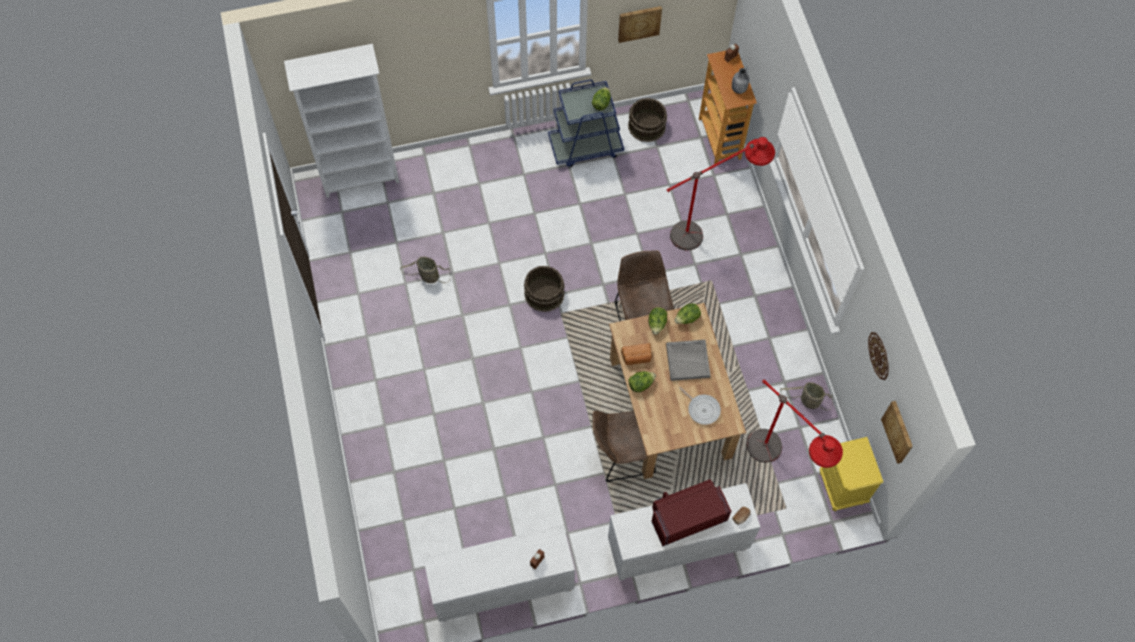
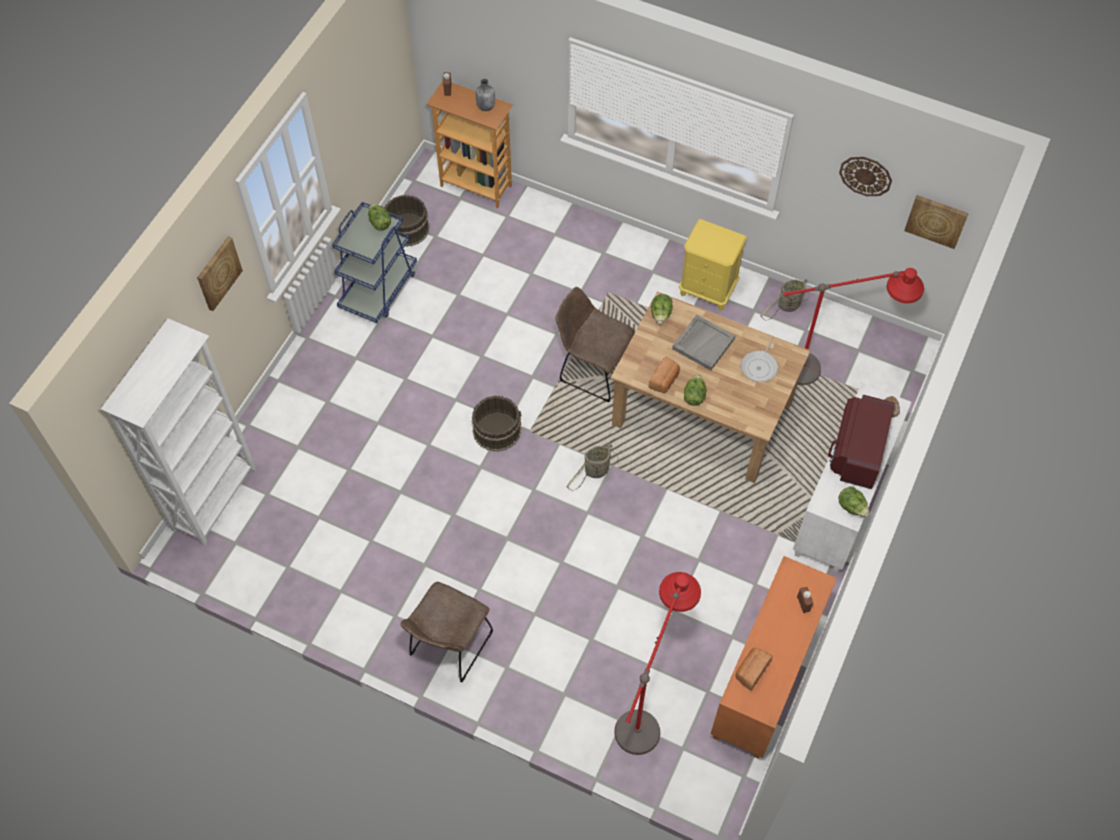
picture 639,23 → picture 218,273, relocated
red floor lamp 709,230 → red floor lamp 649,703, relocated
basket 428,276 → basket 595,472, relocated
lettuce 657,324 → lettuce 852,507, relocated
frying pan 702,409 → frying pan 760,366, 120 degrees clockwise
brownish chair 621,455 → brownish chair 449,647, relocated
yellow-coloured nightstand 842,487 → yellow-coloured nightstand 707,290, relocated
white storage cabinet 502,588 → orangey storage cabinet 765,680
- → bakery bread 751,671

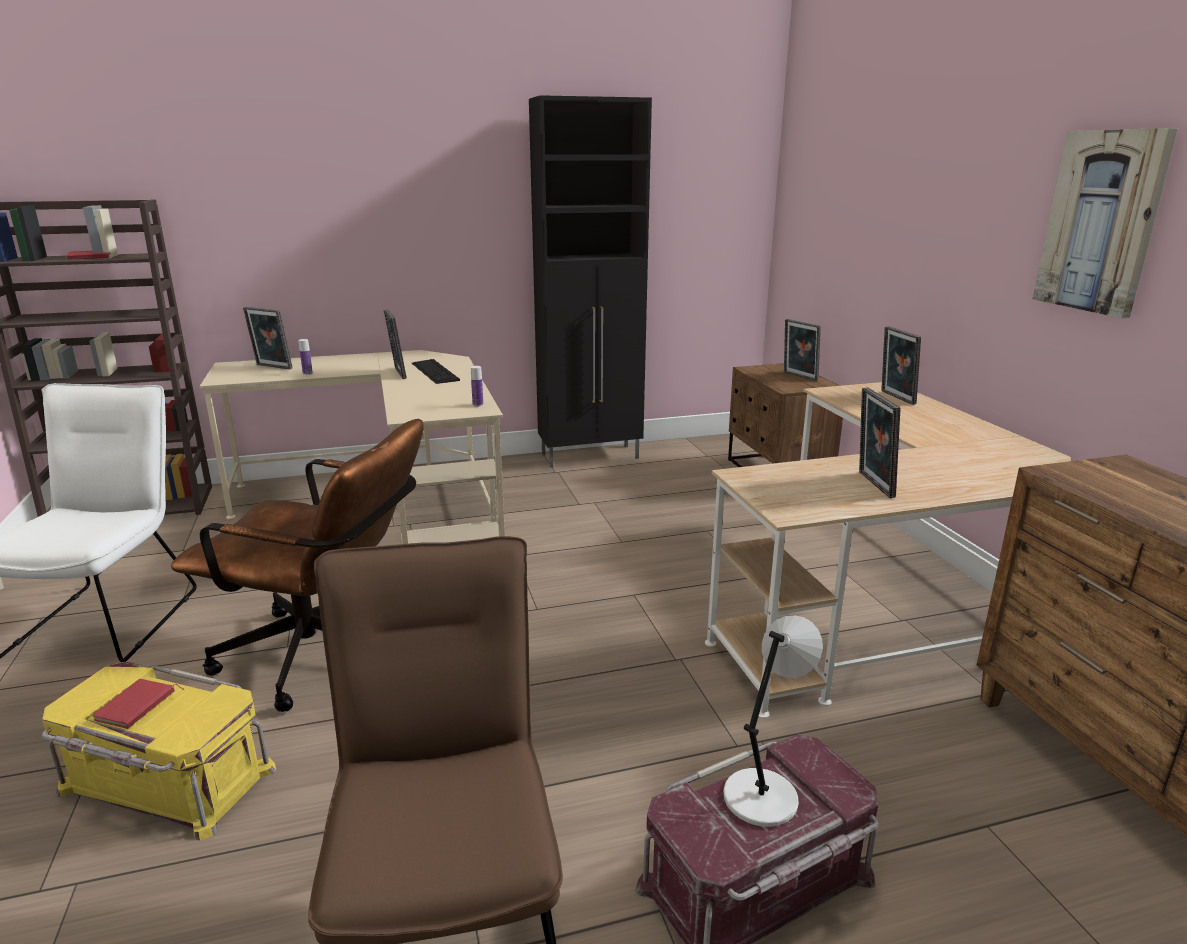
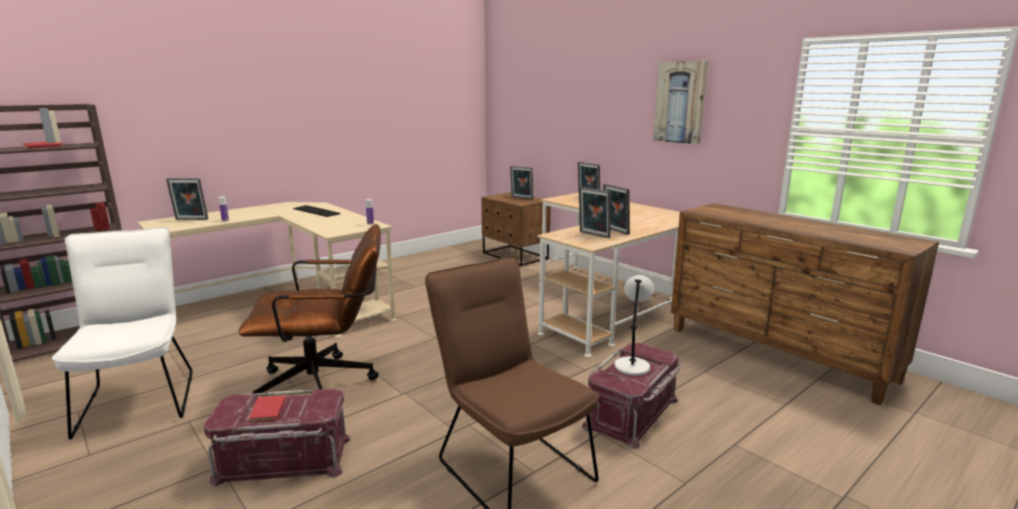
black storage cabinet 591,456 → -
photo frame 397,373 → photo frame 593,235, relocated
yellow-coloured storage bin 165,780 → red storage bin 283,461

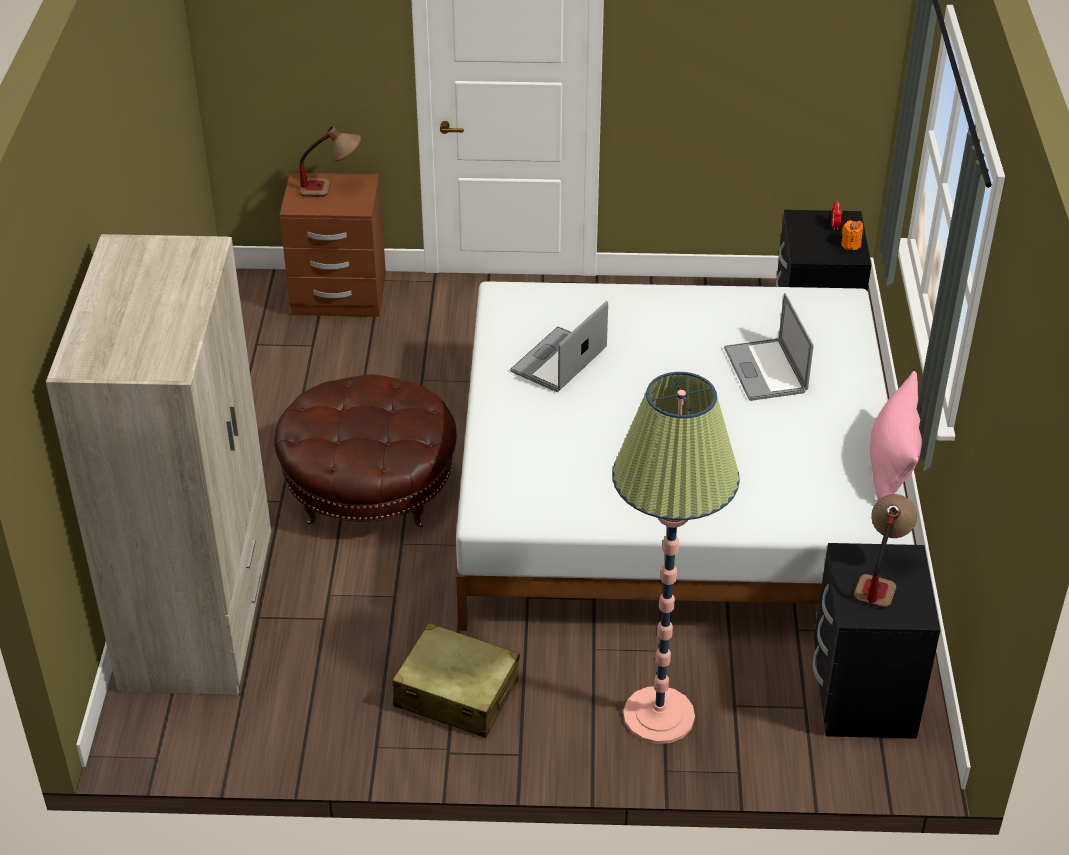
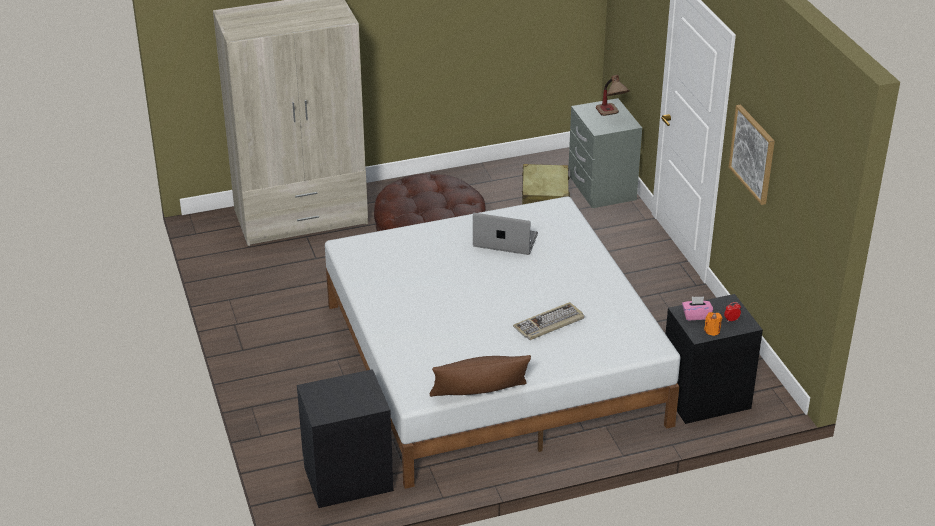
brownish nightstand 339,296 → greyish nightstand 601,189
portable computer 765,370 → PC keyboard 549,324
pink pillow 891,465 → brownish pillow 479,394
floor lamp 658,715 → -
table lamp 879,577 → -
beige suitcase 456,693 → beige suitcase 545,198, relocated
- → picture 753,154
- → pink tissue holder 696,315

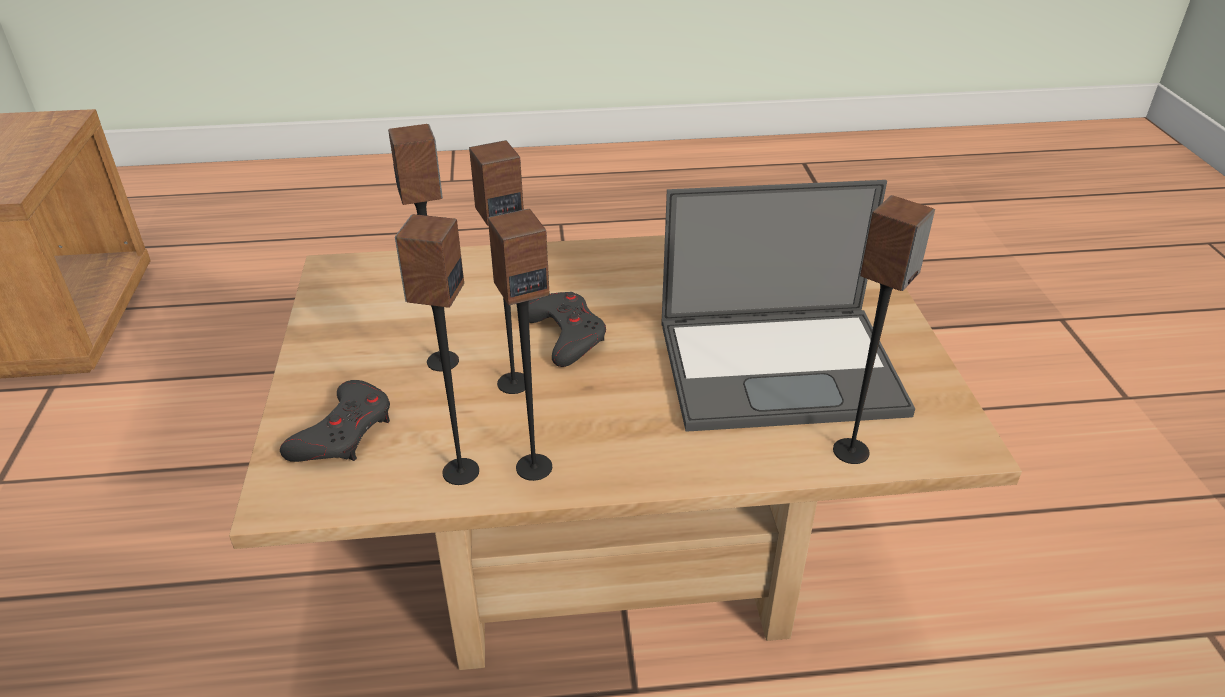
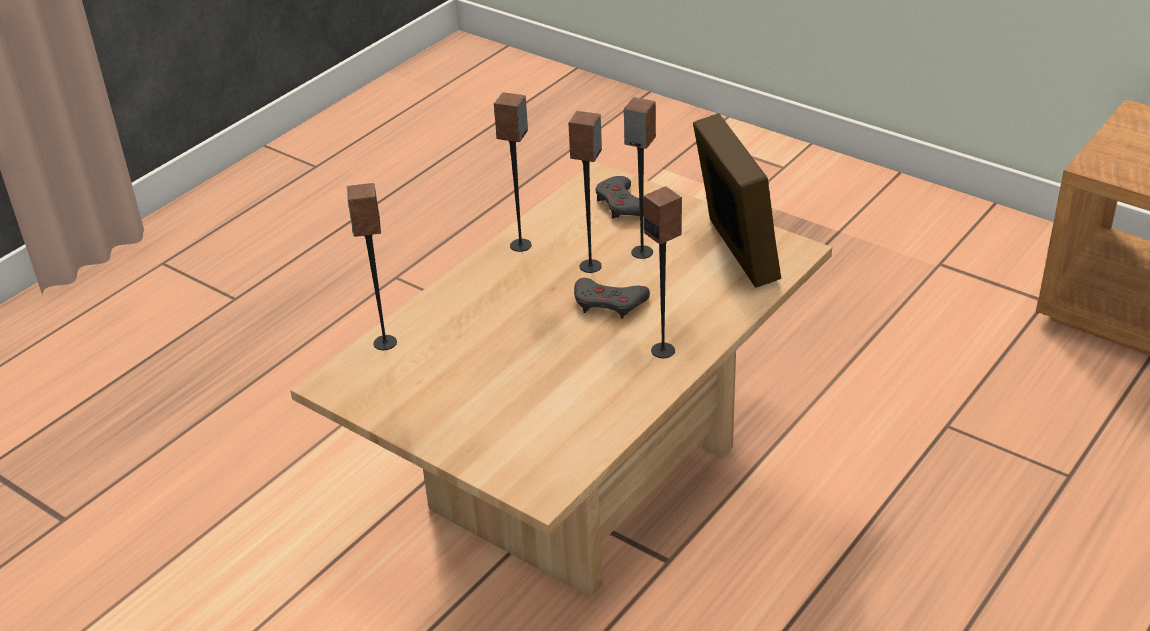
portable computer 782,366 → -
speaker 460,471 → speaker 663,350, relocated
- → photo frame 735,252

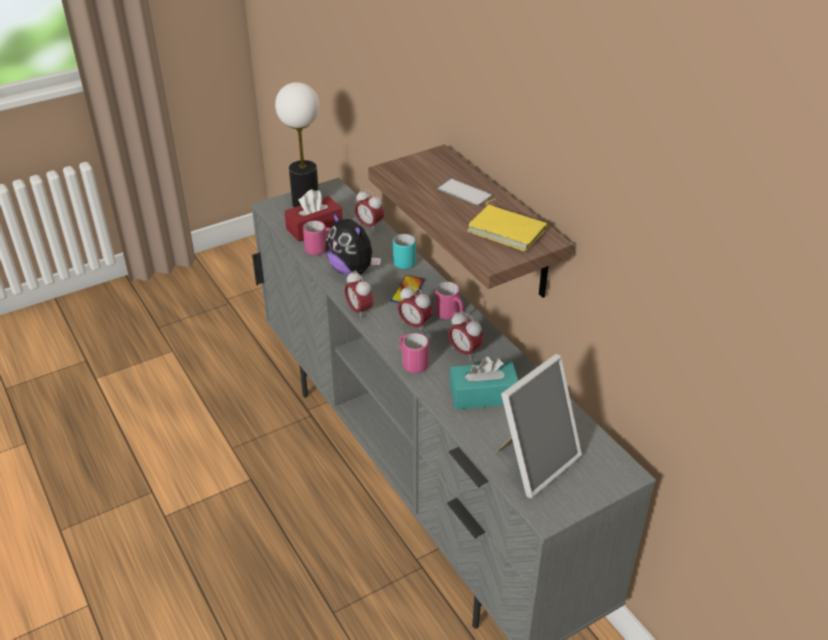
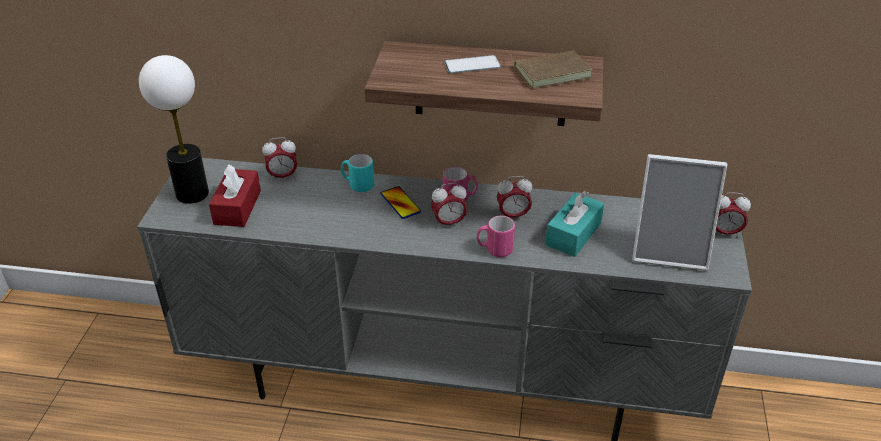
yellow-coloured volume 508,230 → brownish volume 551,71
plush toy 352,270 → -
pink mug 320,249 → -
alarm clock 359,311 → alarm clock 724,232, relocated
photo frame 534,461 → photo frame 670,249, 105 degrees clockwise

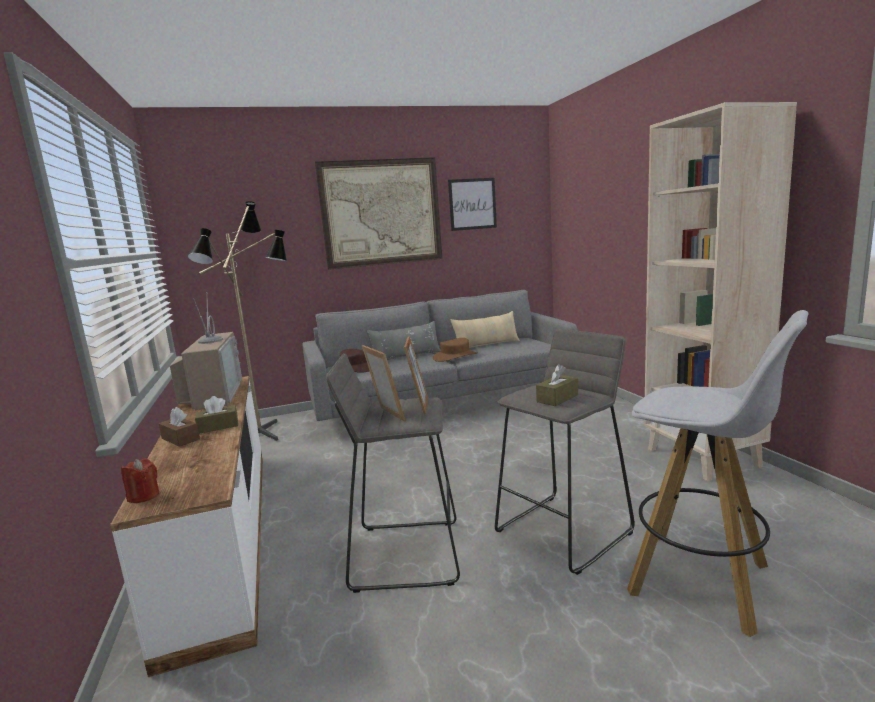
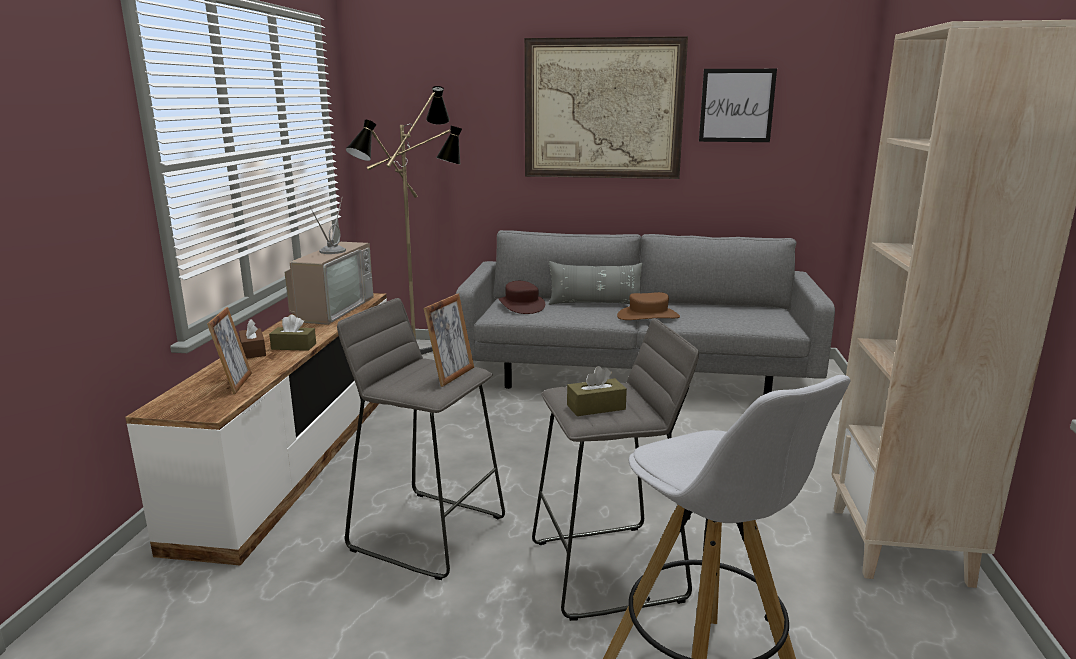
beige pillow 487,345 → -
photo frame 386,415 → photo frame 235,383, relocated
red wax light 144,496 → -

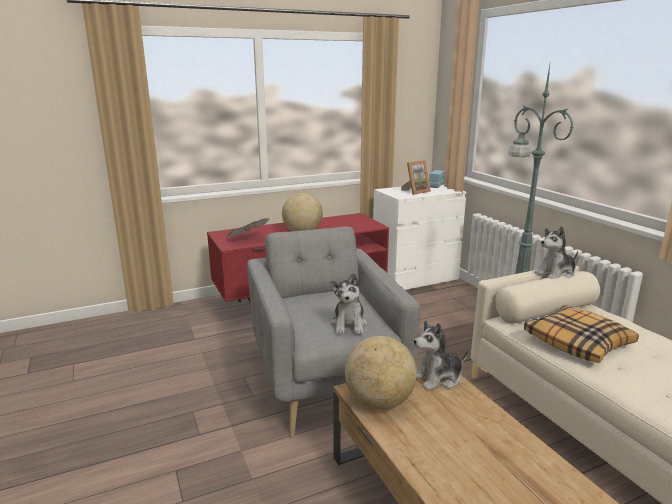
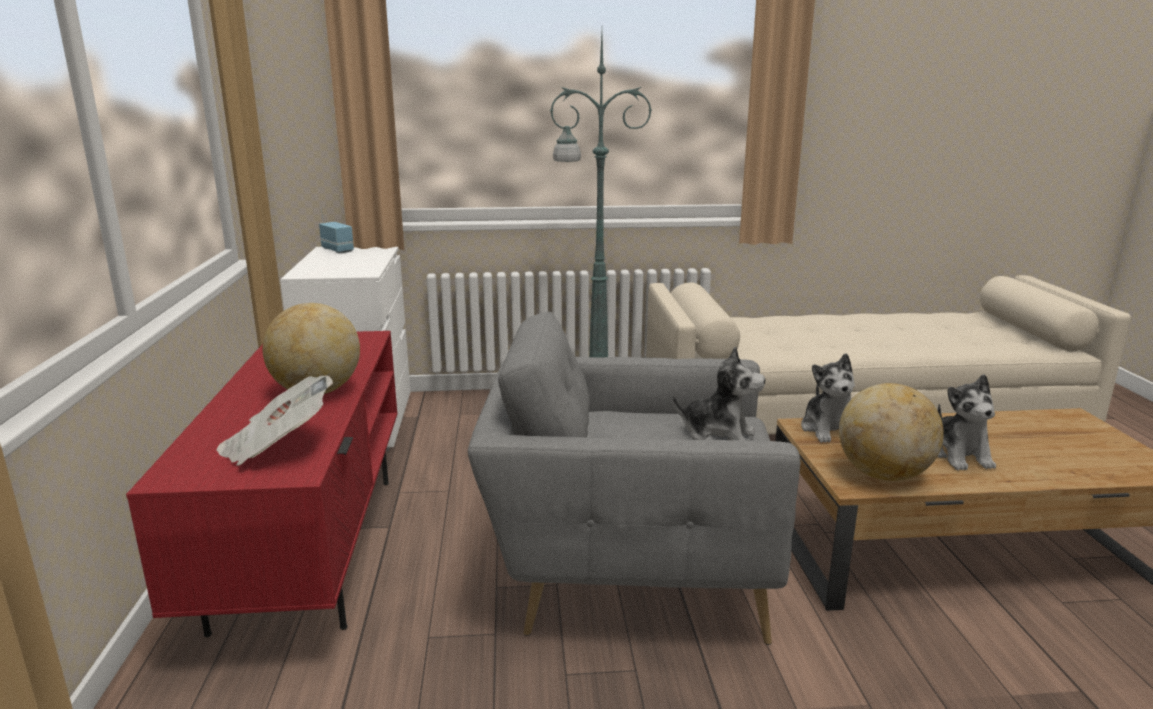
photo frame 415,192 → -
plush toy 556,274 → plush toy 958,455, relocated
pillow 578,343 → -

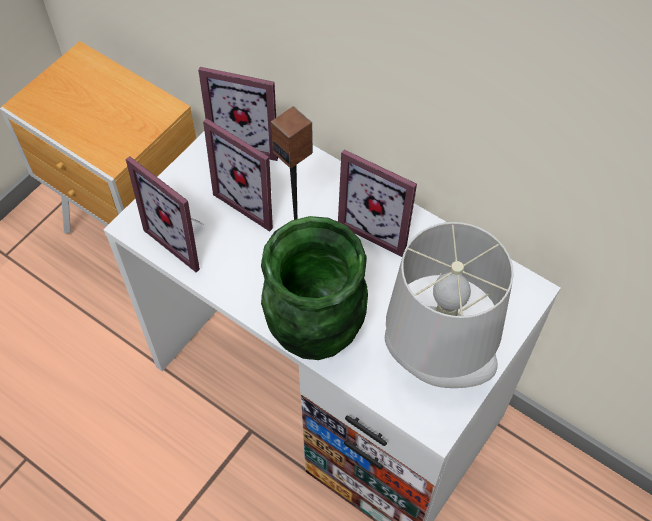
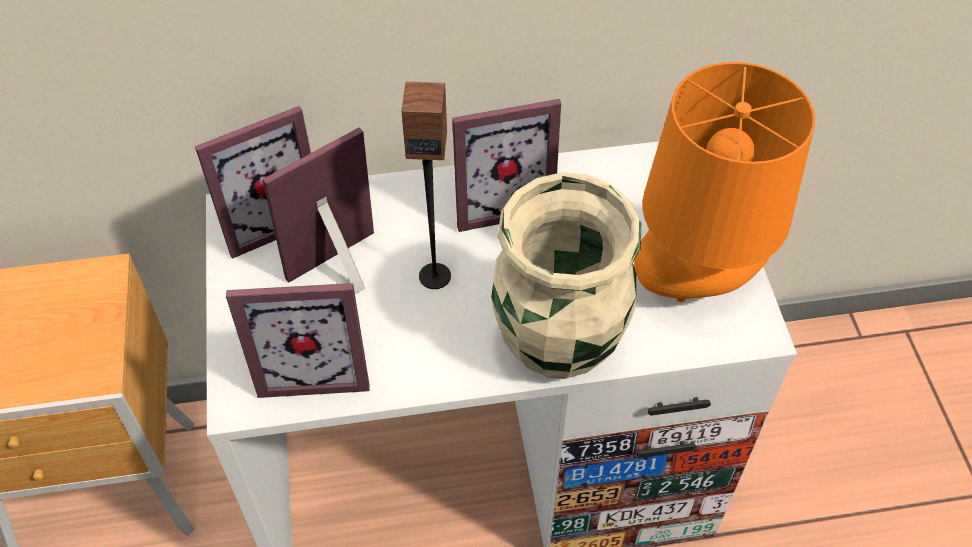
photo frame 254,199 → photo frame 344,272, 150 degrees clockwise
green-coloured vase 314,334 → beige vase 559,348
greyish table lamp 433,367 → orangey table lamp 695,286

